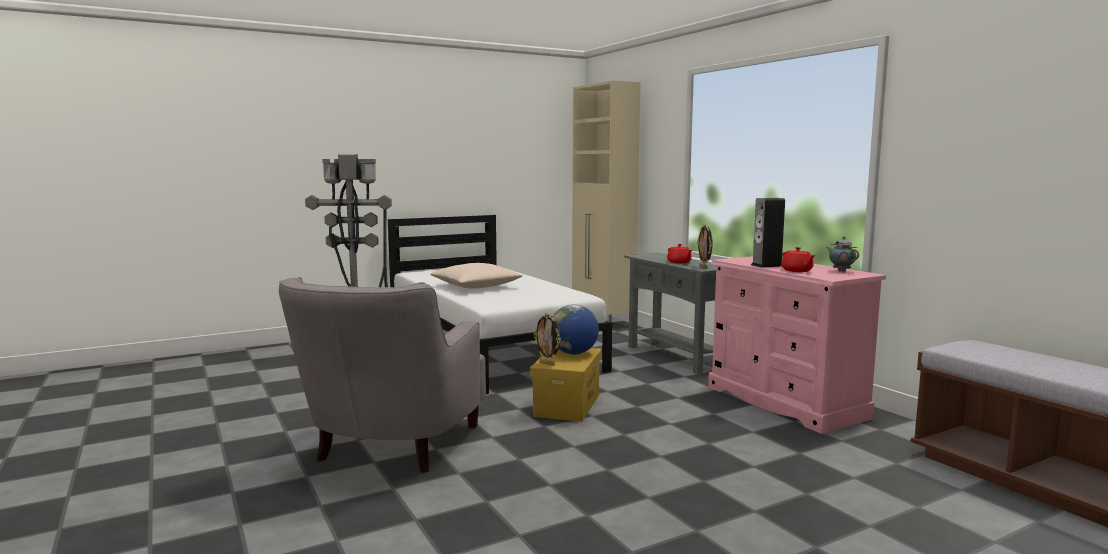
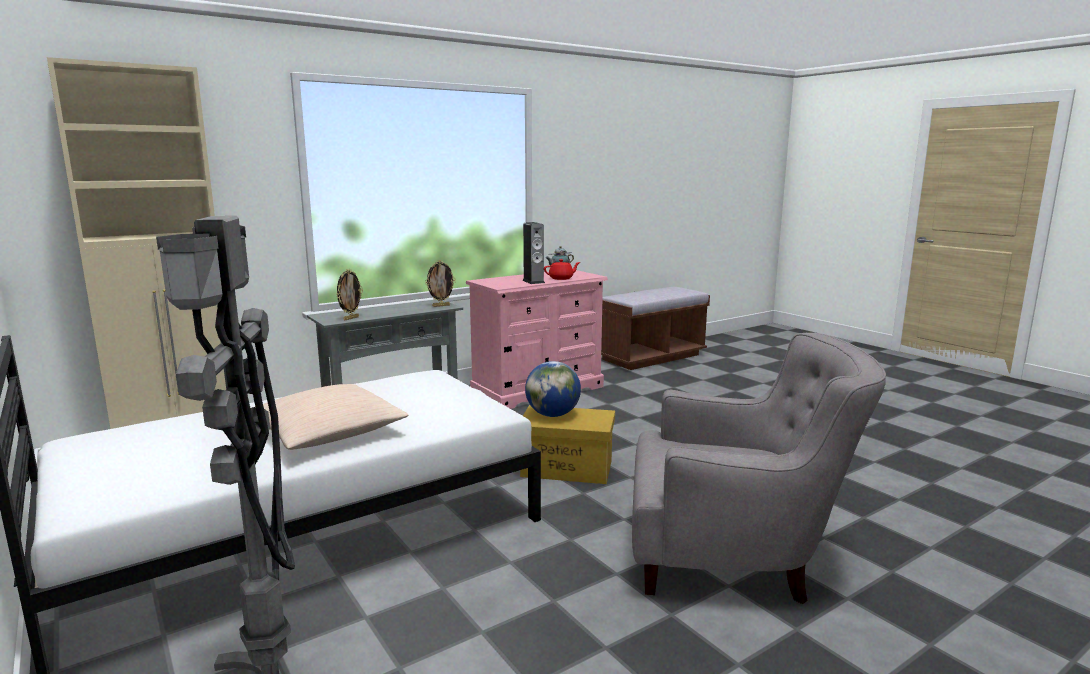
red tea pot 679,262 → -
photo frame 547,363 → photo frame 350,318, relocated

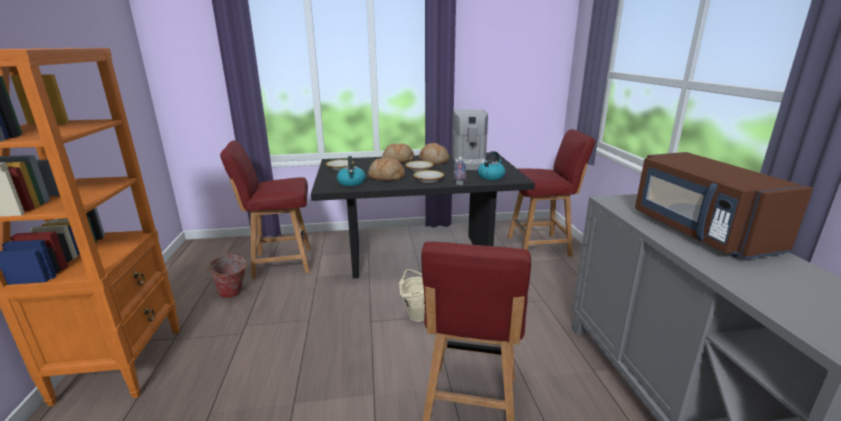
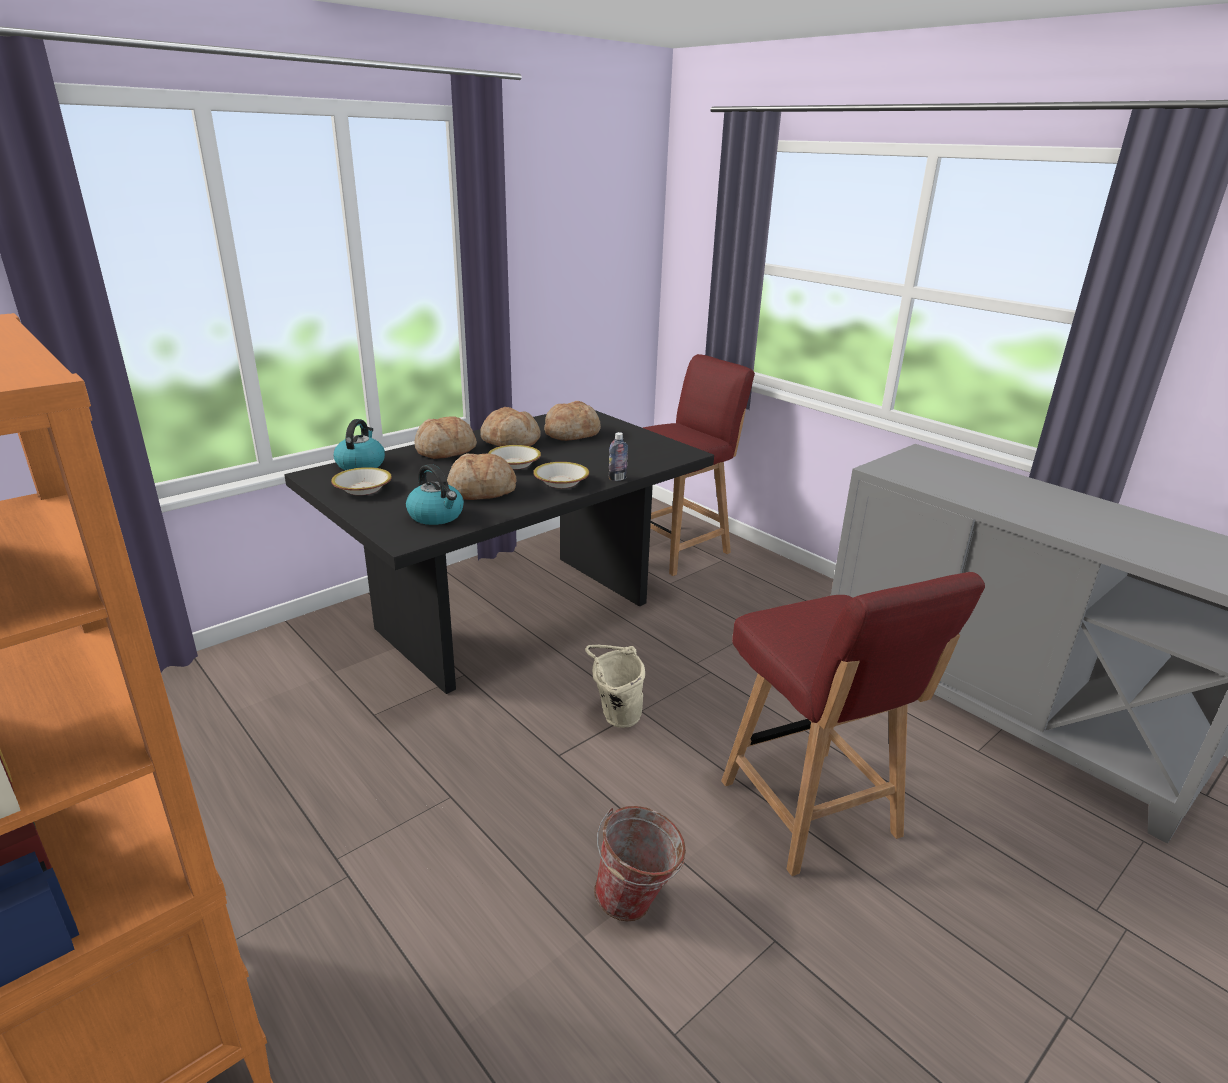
coffee maker 469,162 → bakery bread 572,433
red chair 280,263 → -
tea kettle 491,176 → tea kettle 361,464, relocated
brownish kitchen microwave 699,232 → -
bucket 232,295 → bucket 637,903, relocated

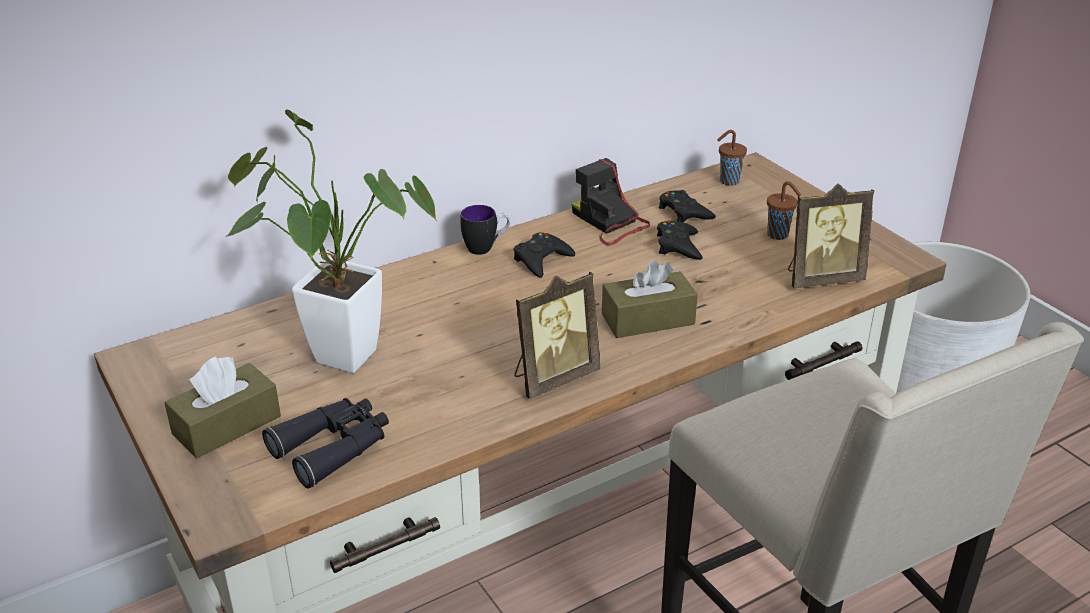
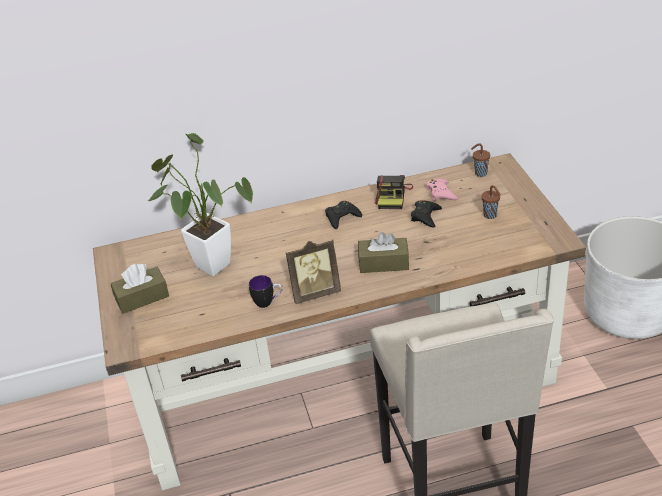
still camera 609,223 → still camera 392,196, 150 degrees counterclockwise
photo frame 821,278 → -
black game controller 684,212 → pink game controller 441,193
mug 486,248 → mug 268,302, relocated
black binoculars 334,447 → -

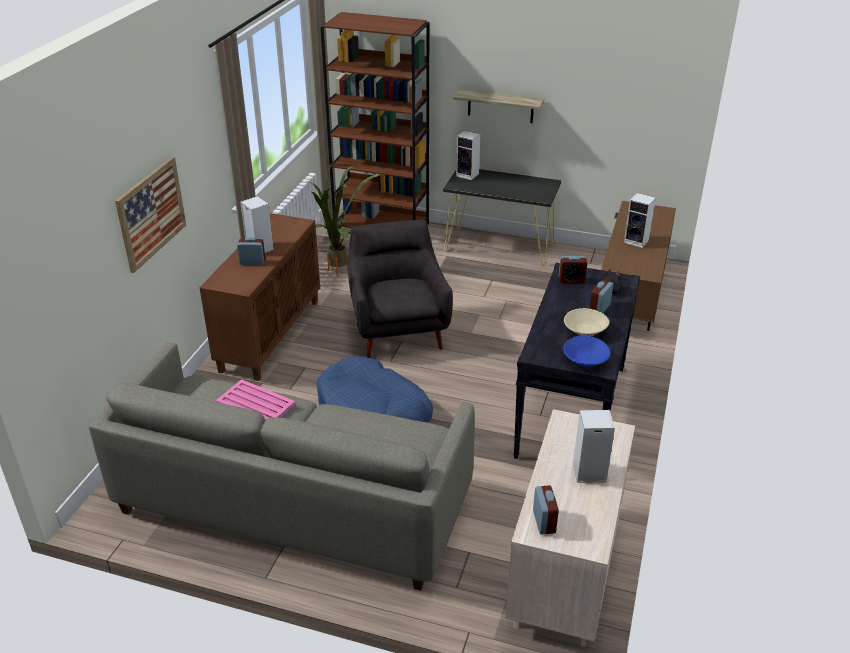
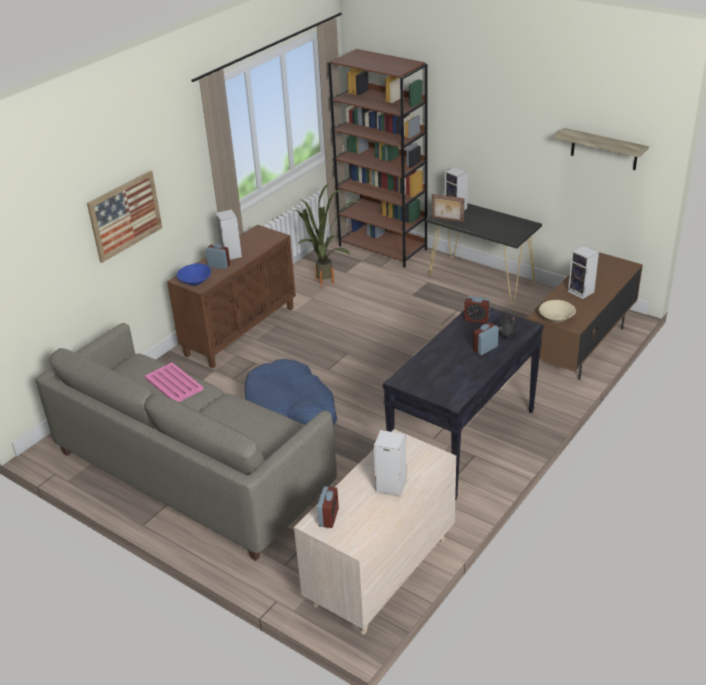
shelf 500,106 → shelf 604,149, relocated
greyish easy chair 398,330 → -
beige serving bowl 585,331 → beige serving bowl 556,318, relocated
blue-coloured serving bowl 585,360 → blue-coloured serving bowl 195,281, relocated
- → photo frame 447,220

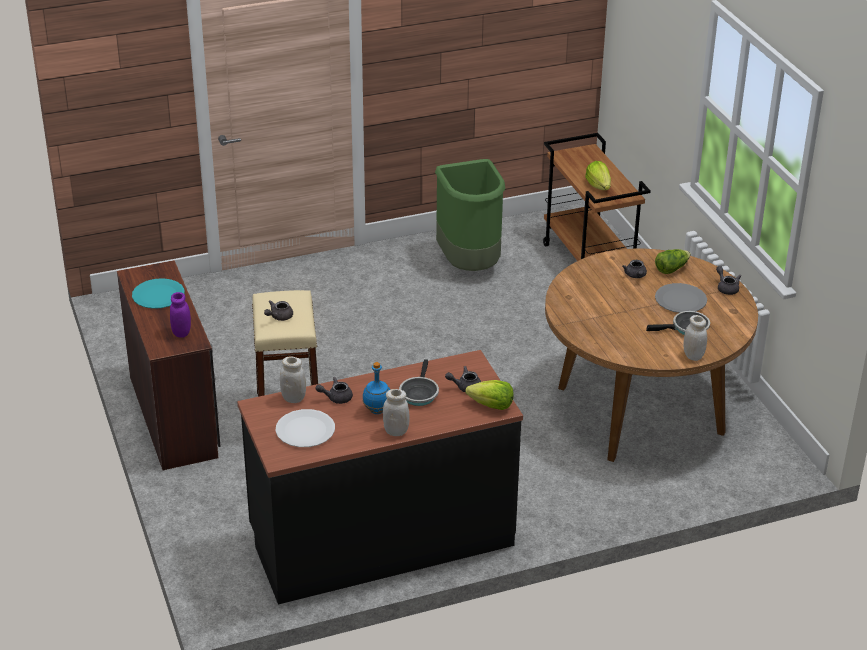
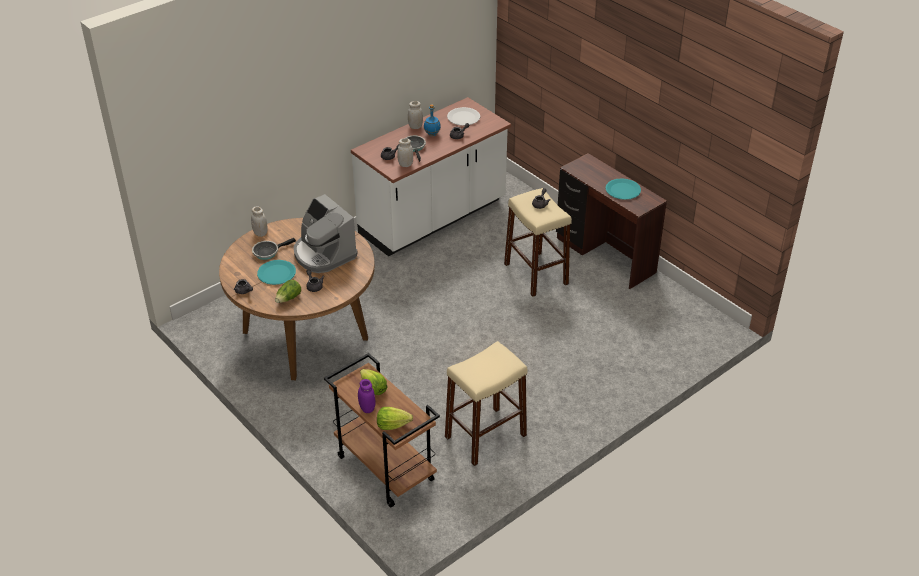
green-coloured trash can 470,265 → beige stool 485,436
greyish flat dish 680,300 → turquoise-coloured flat dish 276,273
purple-coloured storage jar 181,333 → purple-coloured storage jar 367,408, relocated
black kitchen base unit 381,539 → white kitchen base unit 433,218
white storage jar 293,398 → white storage jar 405,164, relocated
lettuce 491,405 → lettuce 392,425, relocated
- → coffee maker 323,254

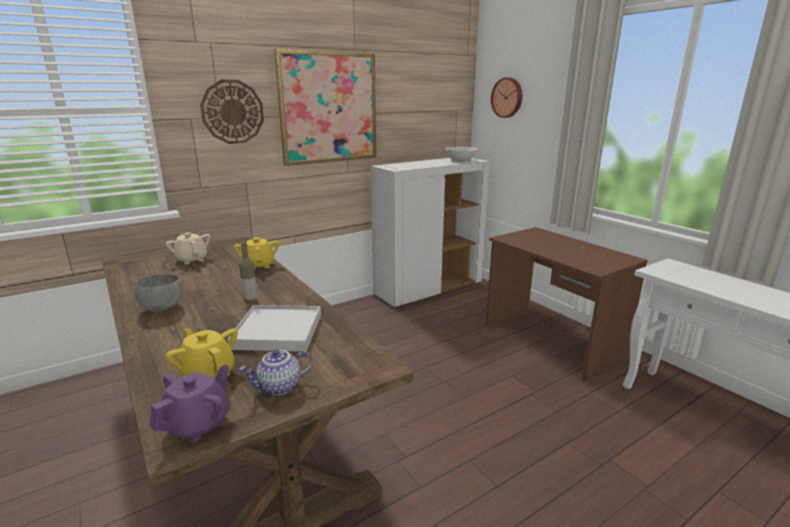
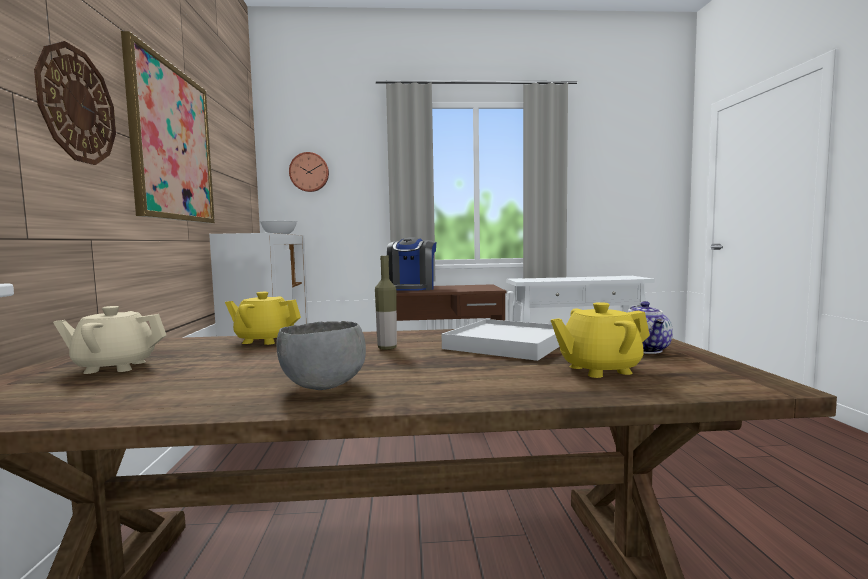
purple-coloured tea pot 198,424 → -
- → coffee maker 412,288

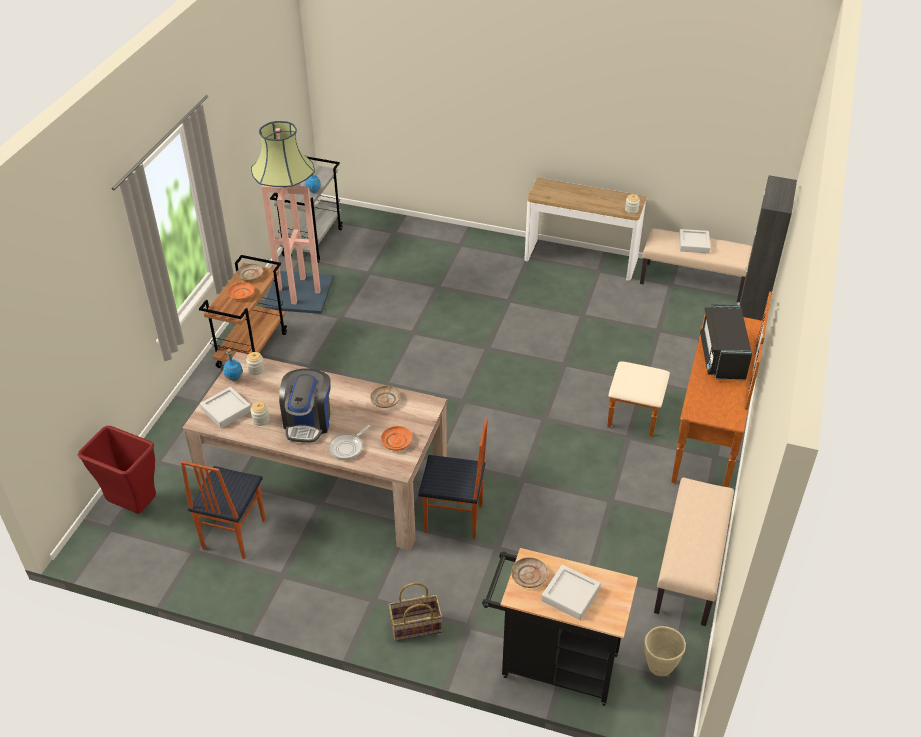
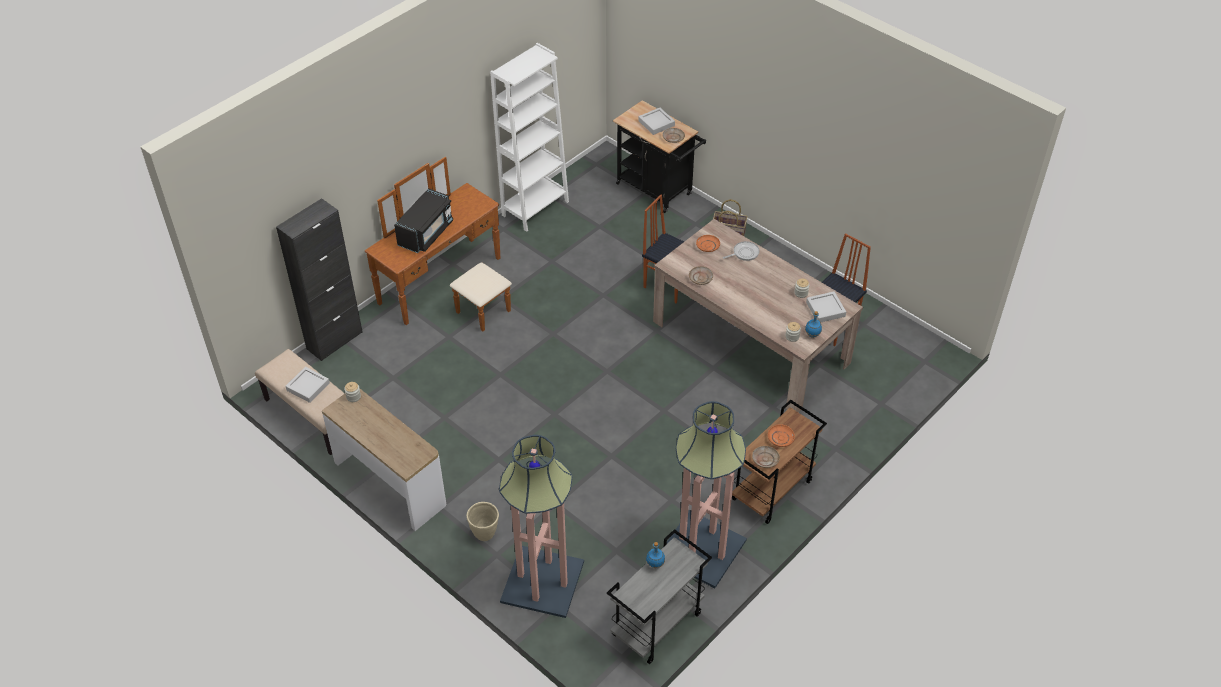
coffee maker 308,422 → -
red trash can 133,507 → -
beige long seat 690,568 → white bookcase 535,208
beige flower pot 659,666 → beige flower pot 485,534, relocated
- → floor lamp 542,582

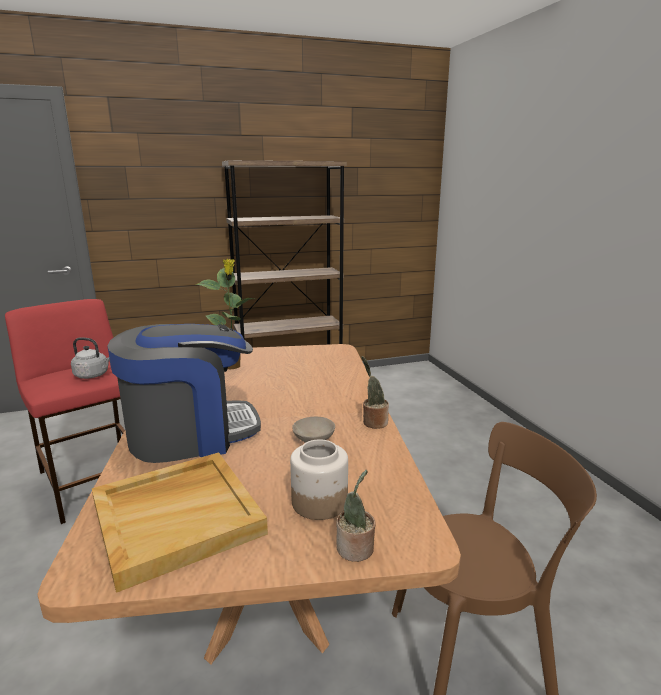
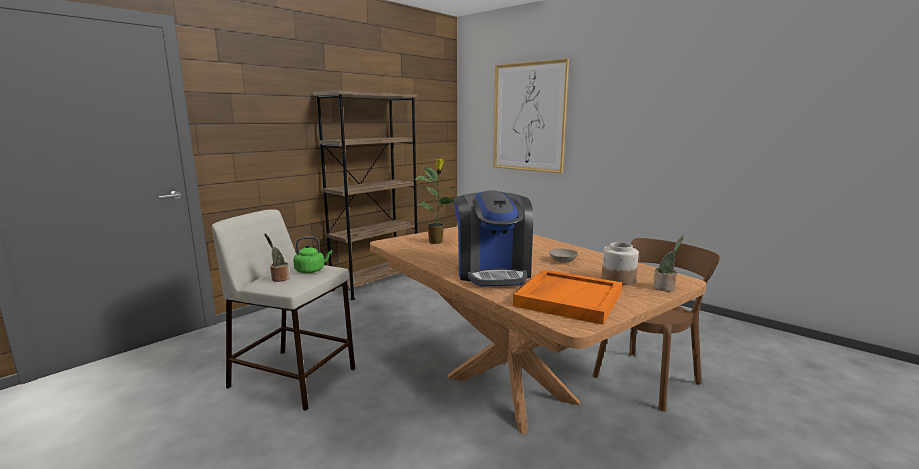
red stool 96,481 → beige stool 294,378
coffee maker 191,434 → coffee maker 492,272, 135 degrees clockwise
greyish tea kettle 93,375 → green-coloured tea kettle 311,270
potted plant 373,422 → potted plant 279,278, relocated
beige carrying tray 178,517 → orangey carrying tray 568,299
- → picture 528,117

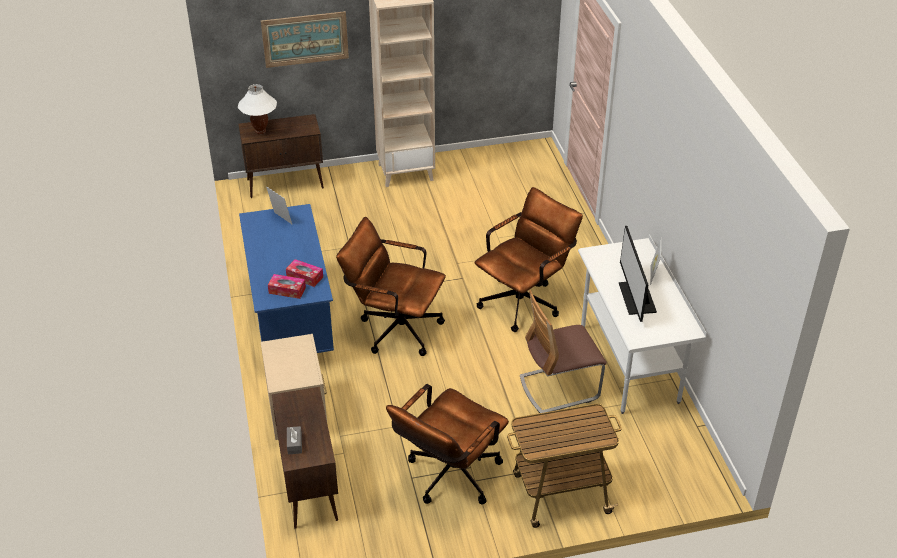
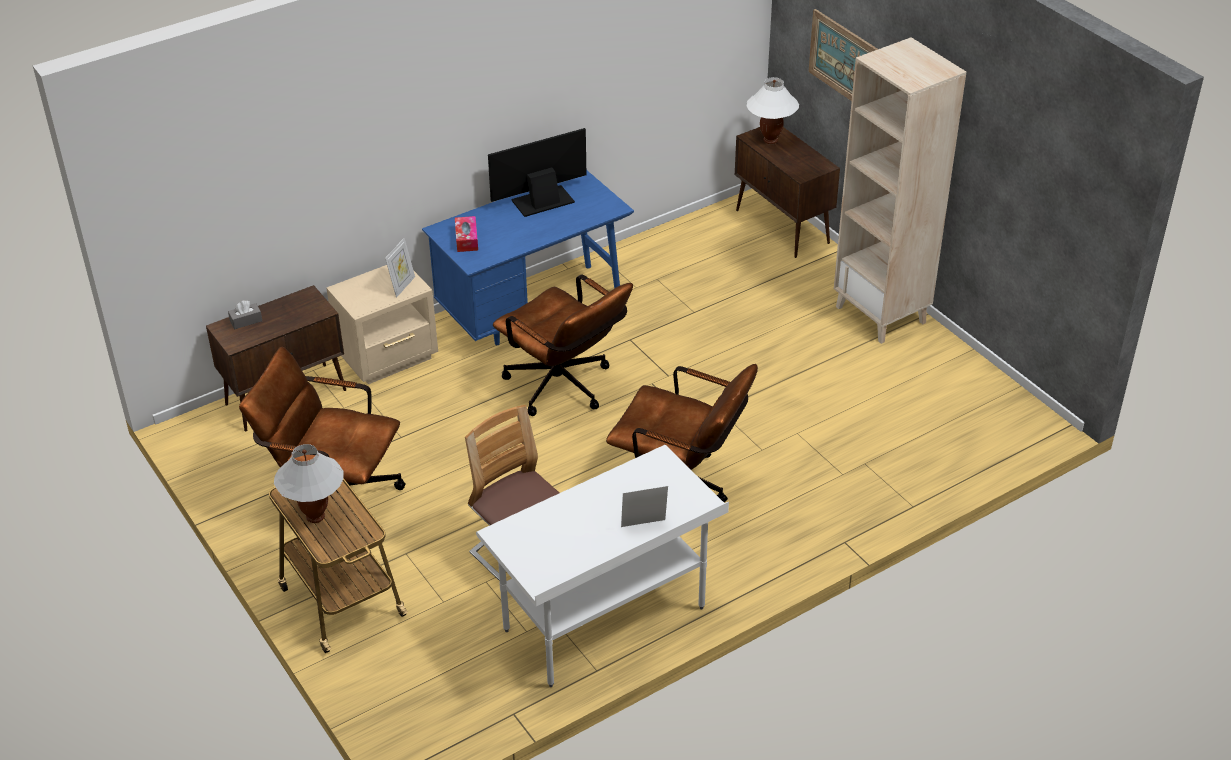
photo frame 281,219 → photo frame 402,286, relocated
brownish office chair 394,328 → brownish office chair 564,389, 135 degrees clockwise
computer screen 636,298 → computer screen 542,200, relocated
tissue holder 305,277 → -
- → white table lamp 315,517

